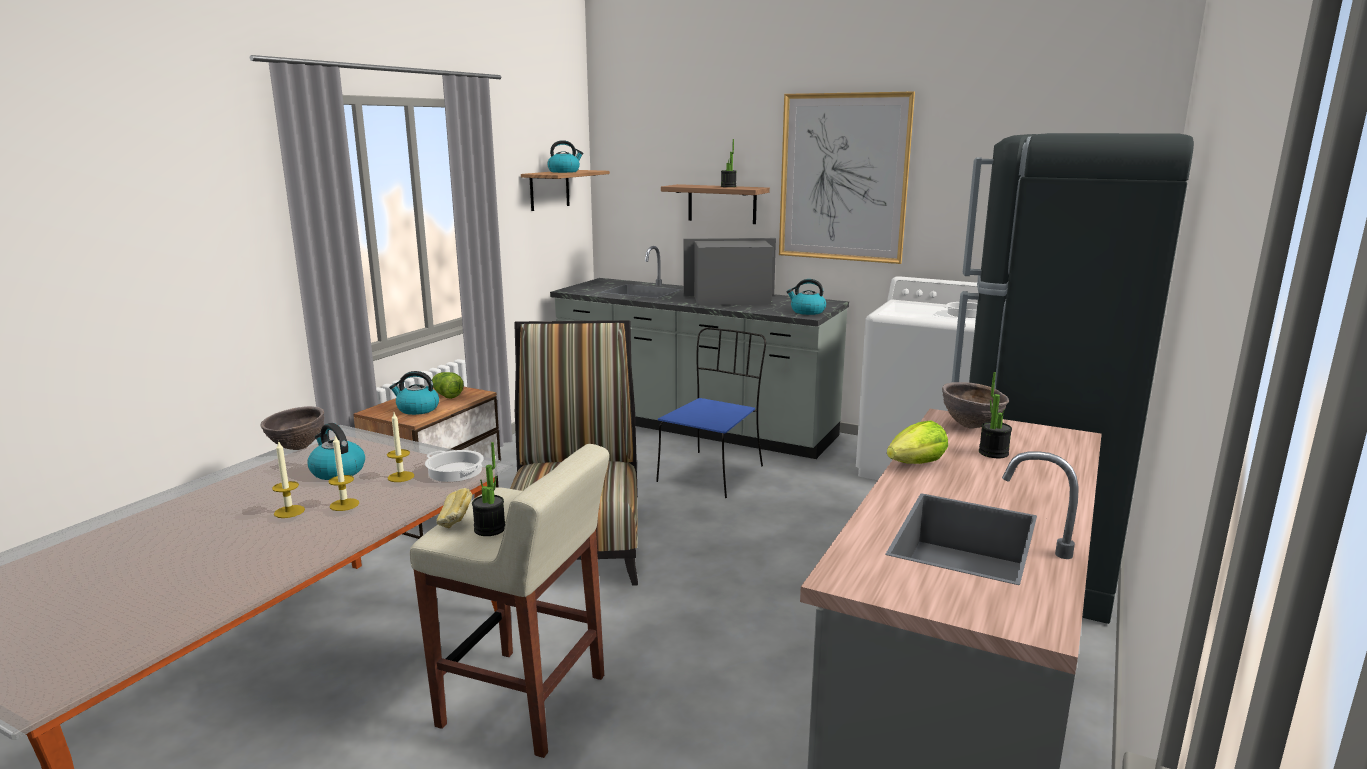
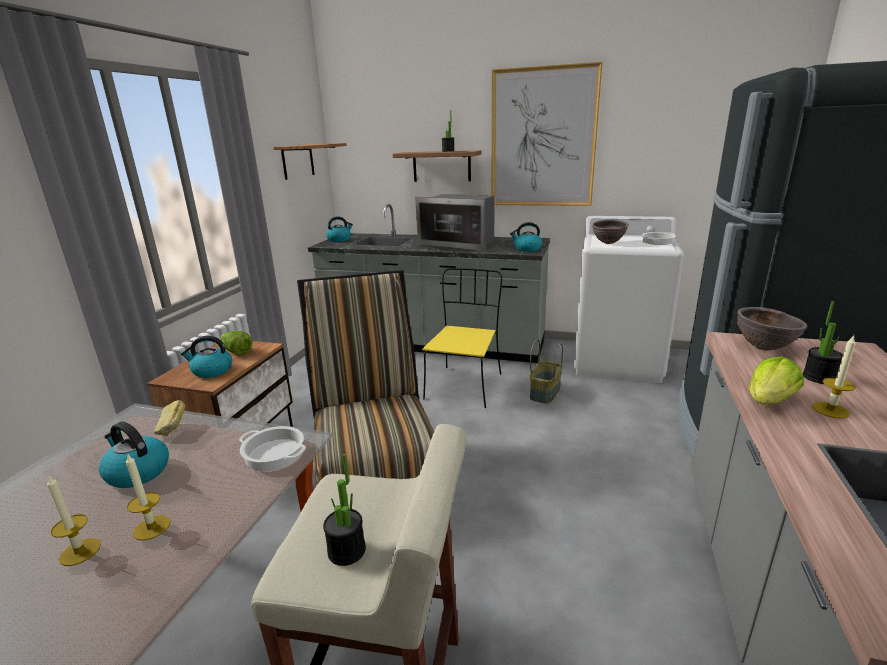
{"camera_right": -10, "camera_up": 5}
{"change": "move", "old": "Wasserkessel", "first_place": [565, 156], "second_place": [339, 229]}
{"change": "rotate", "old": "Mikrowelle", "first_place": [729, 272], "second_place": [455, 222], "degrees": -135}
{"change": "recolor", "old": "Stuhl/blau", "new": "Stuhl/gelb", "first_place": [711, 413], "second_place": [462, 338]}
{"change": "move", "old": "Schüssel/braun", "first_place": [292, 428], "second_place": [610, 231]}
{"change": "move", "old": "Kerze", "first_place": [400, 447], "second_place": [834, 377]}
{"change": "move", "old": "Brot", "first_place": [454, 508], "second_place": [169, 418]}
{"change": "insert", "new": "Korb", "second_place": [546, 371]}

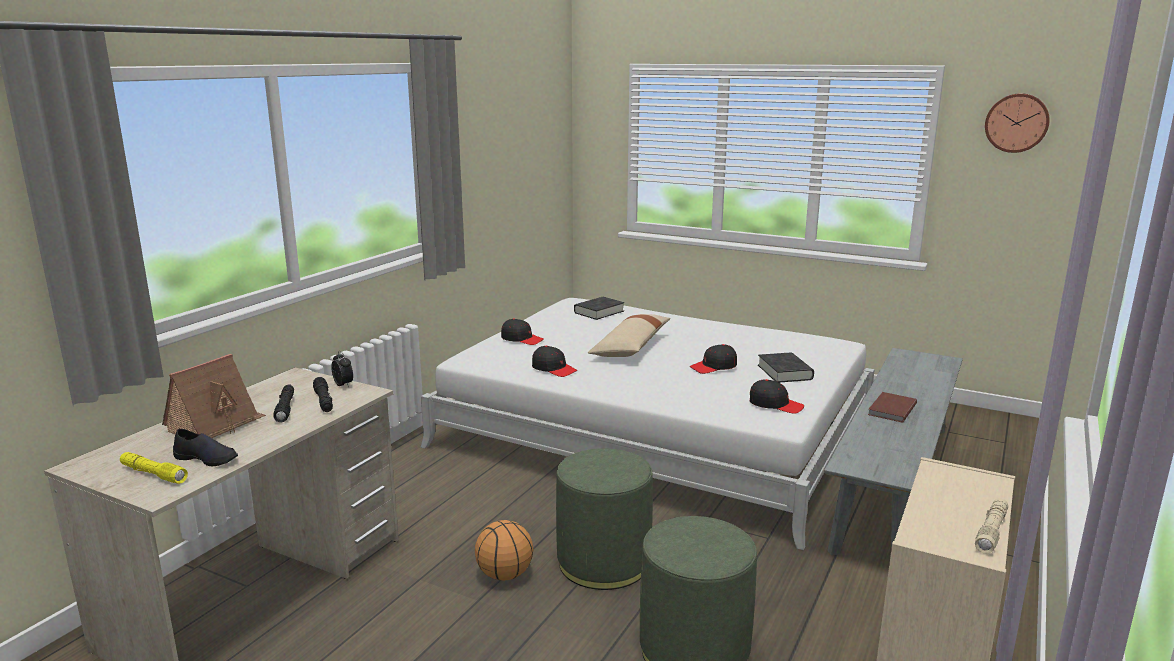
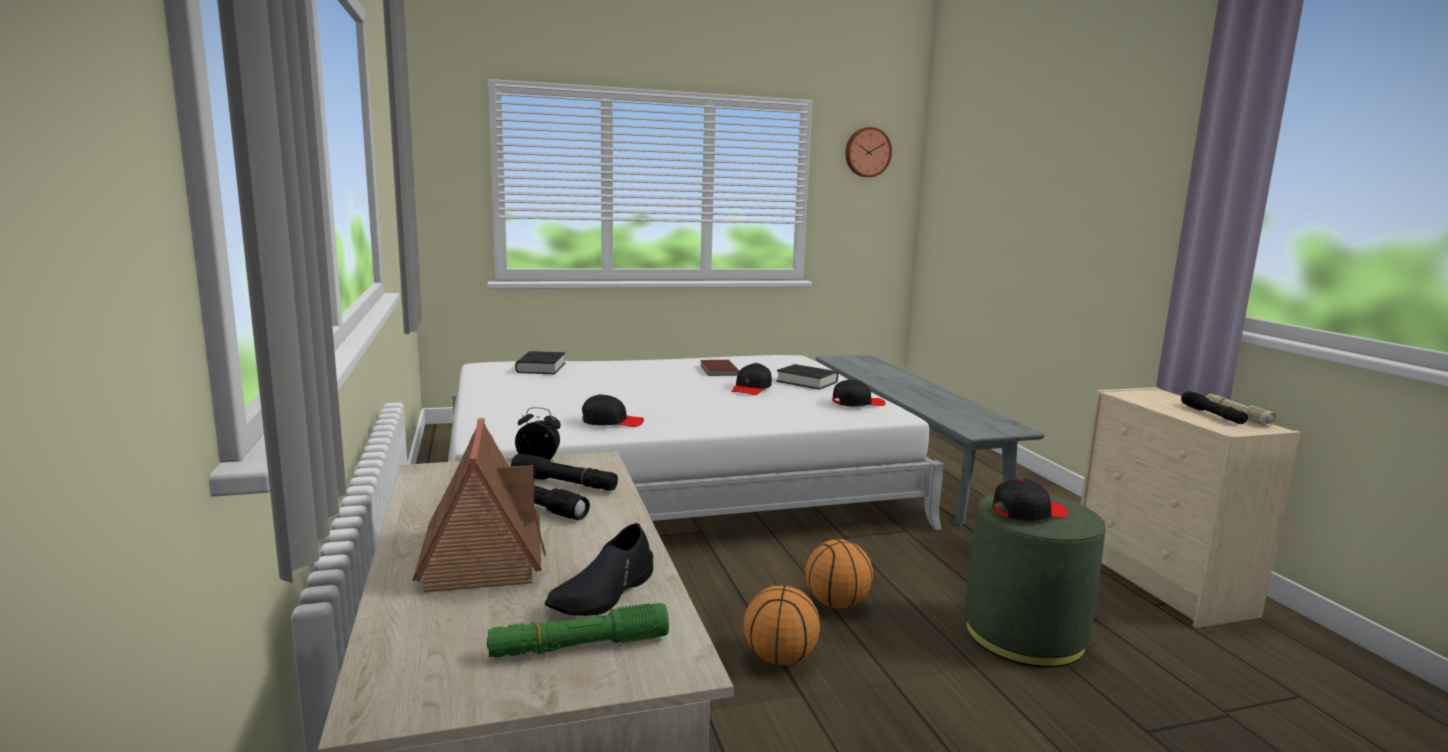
{"camera_right": -45, "camera_up": -5}
{"change": "delete", "old": "Kissen/beige", "first_place": [629, 335]}
{"change": "move", "old": "Kappe/schwarz", "first_place": [522, 331], "second_place": [1030, 500]}
{"change": "move", "old": "Buch/braun", "first_place": [892, 407], "second_place": [719, 368]}
{"change": "rotate", "old": "Schuh/schwarz", "first_place": [205, 447], "second_place": [599, 569], "degrees": 150}
{"change": "replace", "old": "Polsterhocker/grün", "new": "Basketball", "first_place": [604, 519], "second_place": [839, 573]}
{"change": "recolor", "old": "Taschenlampe/gelb", "new": "Taschenlampe/grün", "first_place": [154, 468], "second_place": [578, 630]}
{"change": "insert", "new": "Taschenlampe/schwarz", "second_place": [1214, 407]}

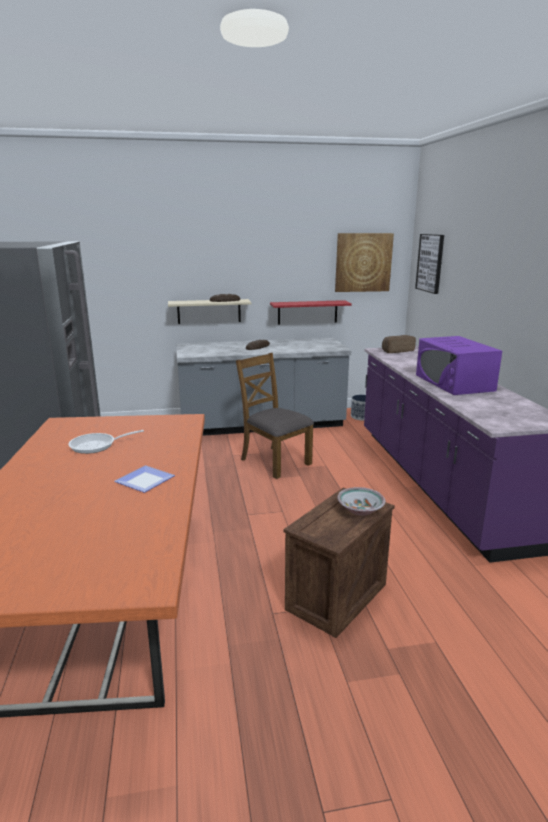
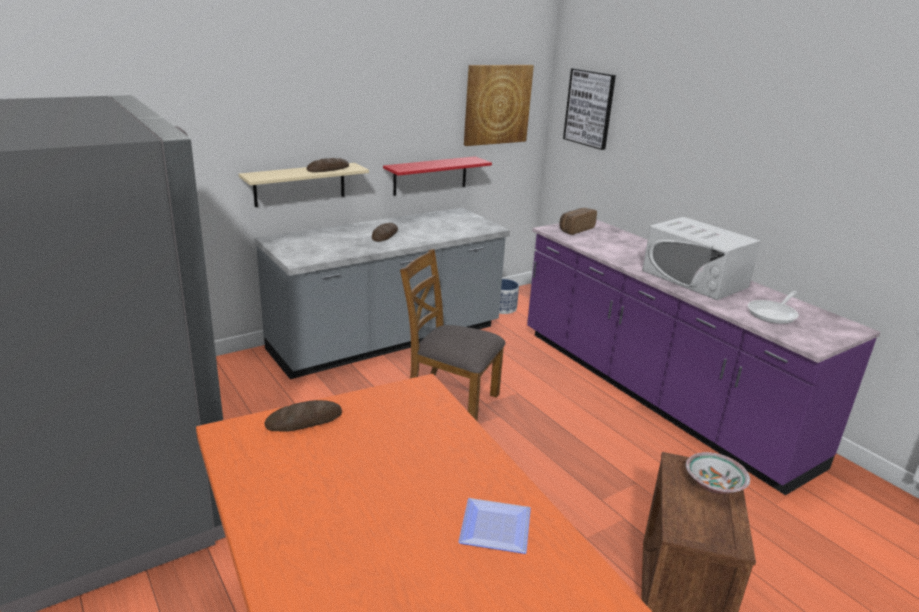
{"camera_right": -25, "camera_up": 5}
{"change": "recolor", "old": "Mikrowelle/lila", "new": "Mikrowelle/weiß", "first_place": [459, 365], "second_place": [701, 258]}
{"change": "move", "old": "Pfanne", "first_place": [106, 442], "second_place": [773, 307]}
{"change": "insert", "new": "Brot", "second_place": [303, 416]}

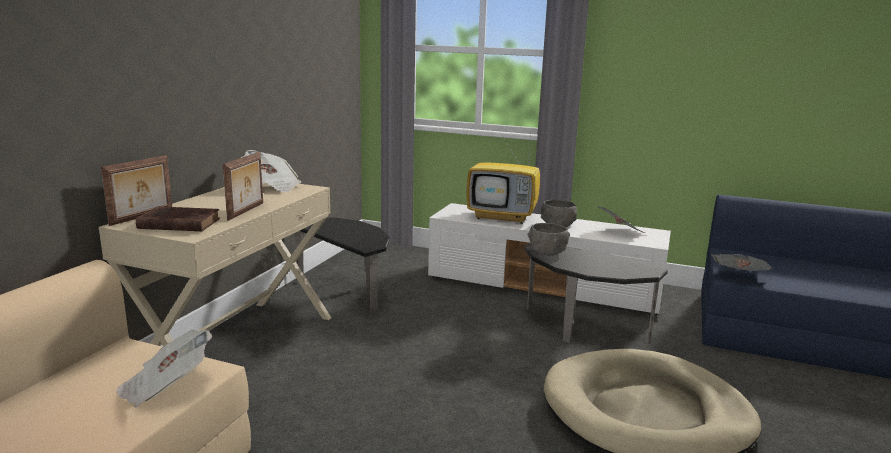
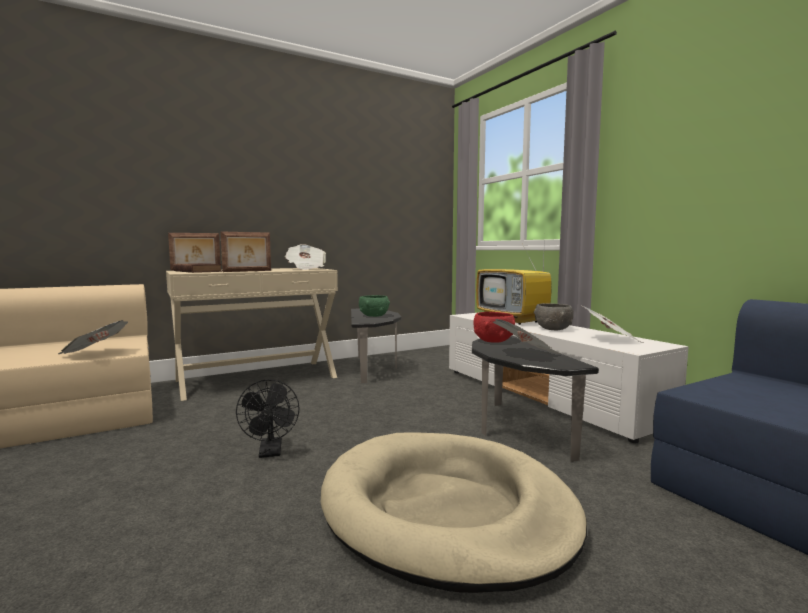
{"camera_right": 40, "camera_up": -10}
{"change": "recolor", "old": "Schüssel/grau", "new": "Schüssel/rot", "first_place": [549, 239], "second_place": [494, 327]}
{"change": "move", "old": "Zeitung", "first_place": [742, 262], "second_place": [527, 336]}
{"change": "insert", "new": "Schüssel/grün", "second_place": [374, 306]}
{"change": "insert", "new": "Ventilator/schwarz", "second_place": [267, 418]}

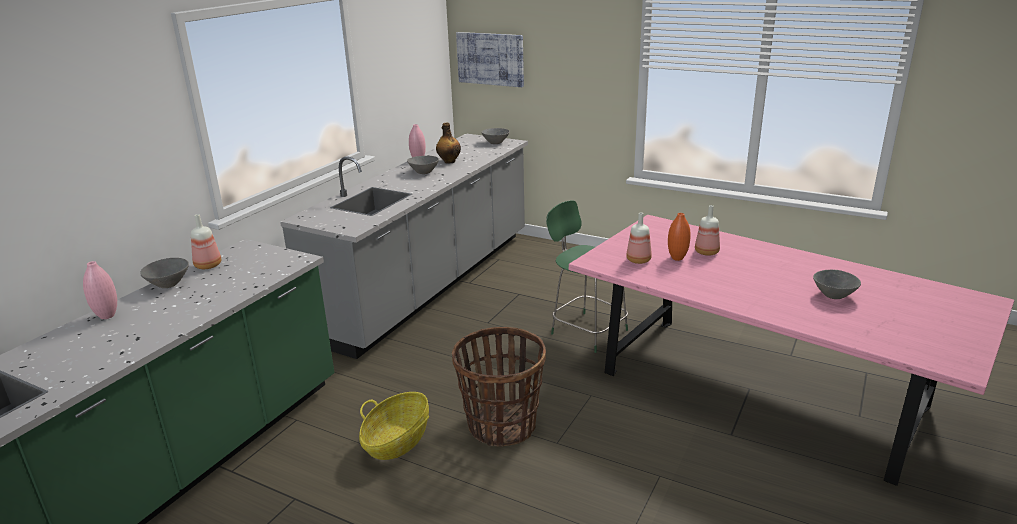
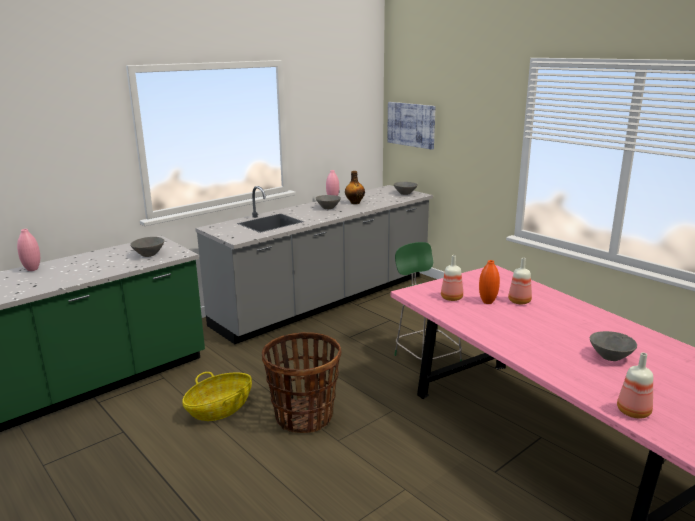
{"camera_right": 20, "camera_up": -5}
{"change": "move", "old": "Flasche", "first_place": [206, 241], "second_place": [635, 386]}
{"change": "move", "old": "Schüssel/grau", "first_place": [164, 273], "second_place": [147, 247]}

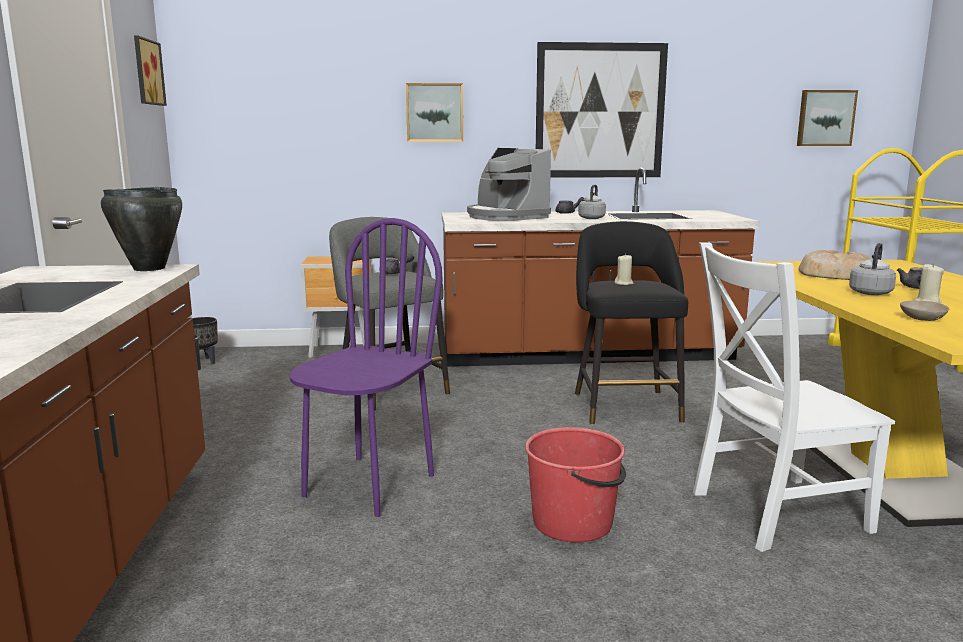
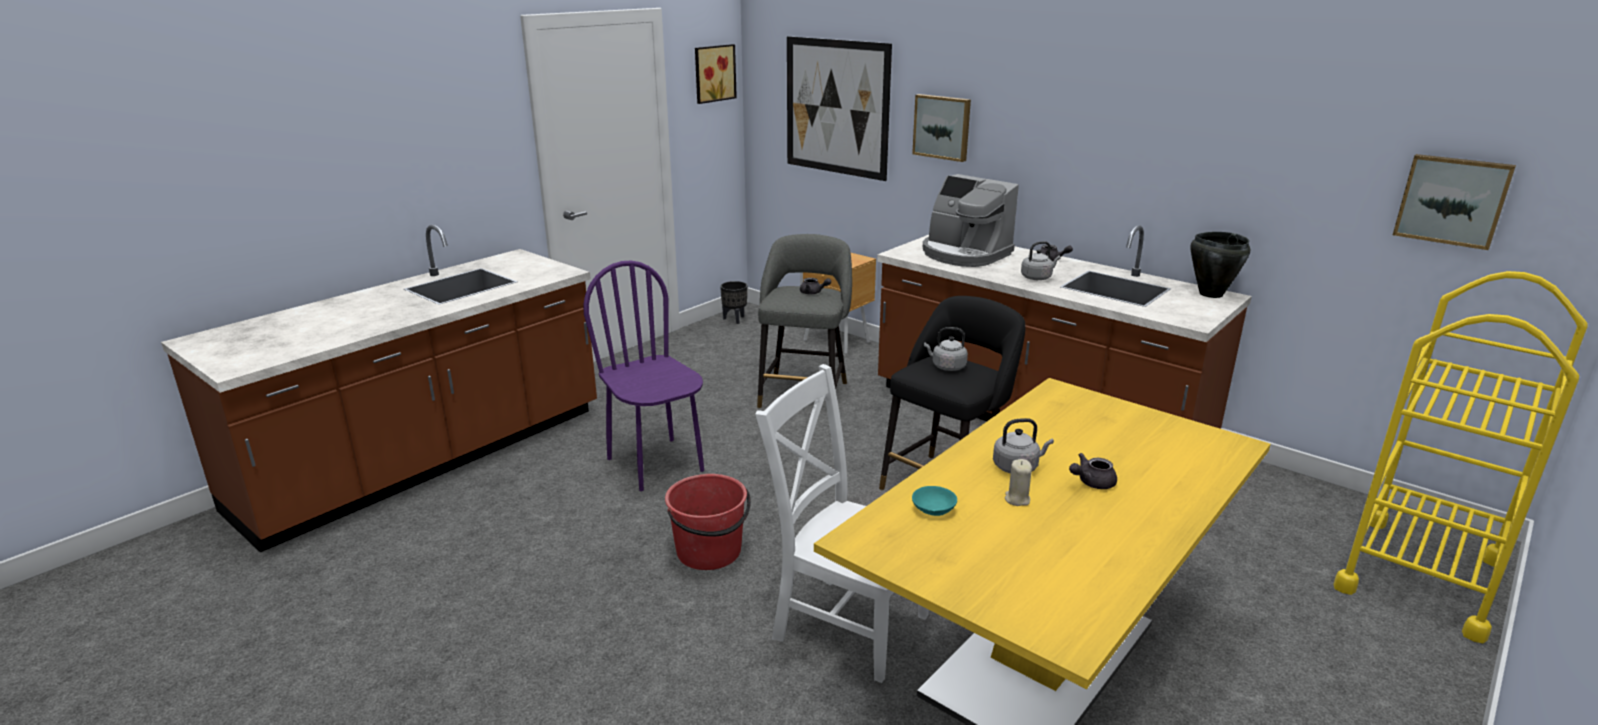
{"camera_right": 45, "camera_up": 10}
{"change": "move", "old": "Bild", "first_place": [602, 110], "second_place": [839, 108]}
{"change": "rotate", "old": "Kaffeemaschine", "first_place": [509, 184], "second_place": [971, 220], "degrees": -60}
{"change": "move", "old": "Kochtopf/schwarz", "first_place": [141, 229], "second_place": [1220, 265]}
{"change": "rotate", "old": "Stuhl/lila", "first_place": [366, 367], "second_place": [643, 375], "degrees": -105}
{"change": "delete", "old": "Brot", "first_place": [835, 265]}
{"change": "replace", "old": "Kerze/beige", "new": "Wasserkessel/grau", "first_place": [624, 269], "second_place": [946, 349]}
{"change": "recolor", "old": "Schüssel/beige", "new": "Schüssel/türkis", "first_place": [924, 311], "second_place": [934, 501]}

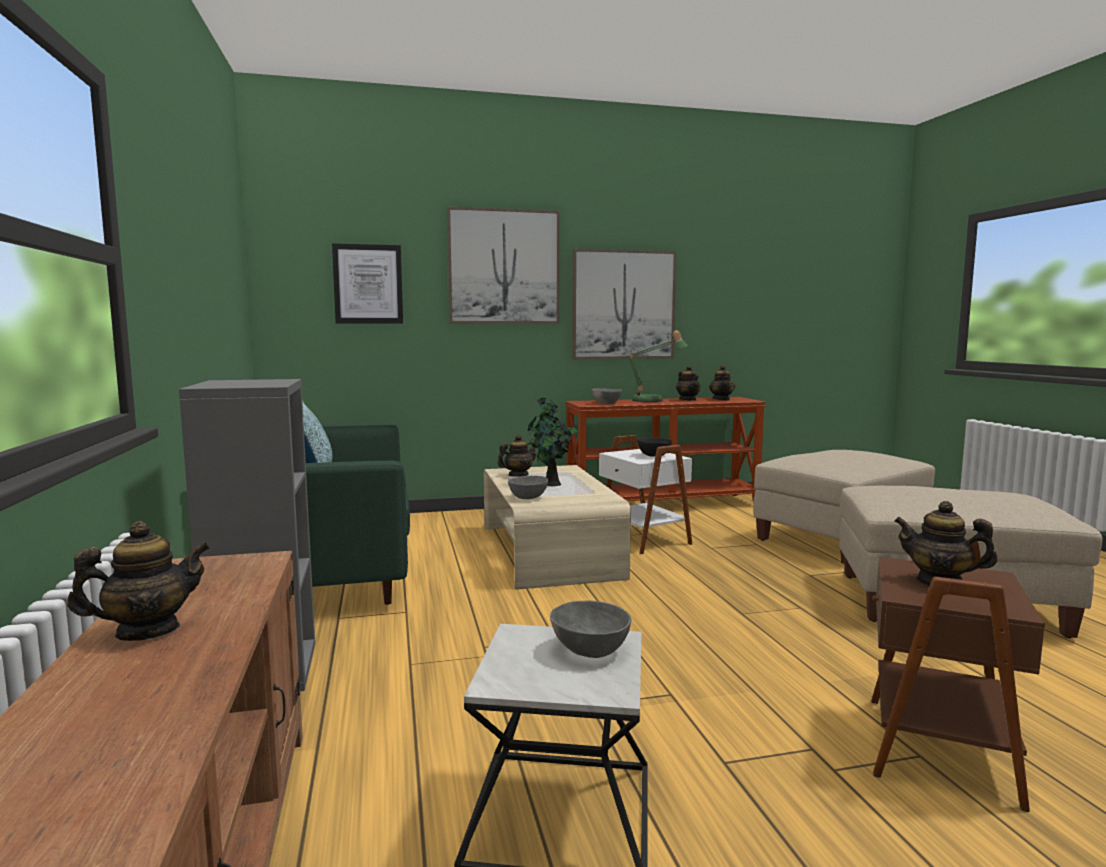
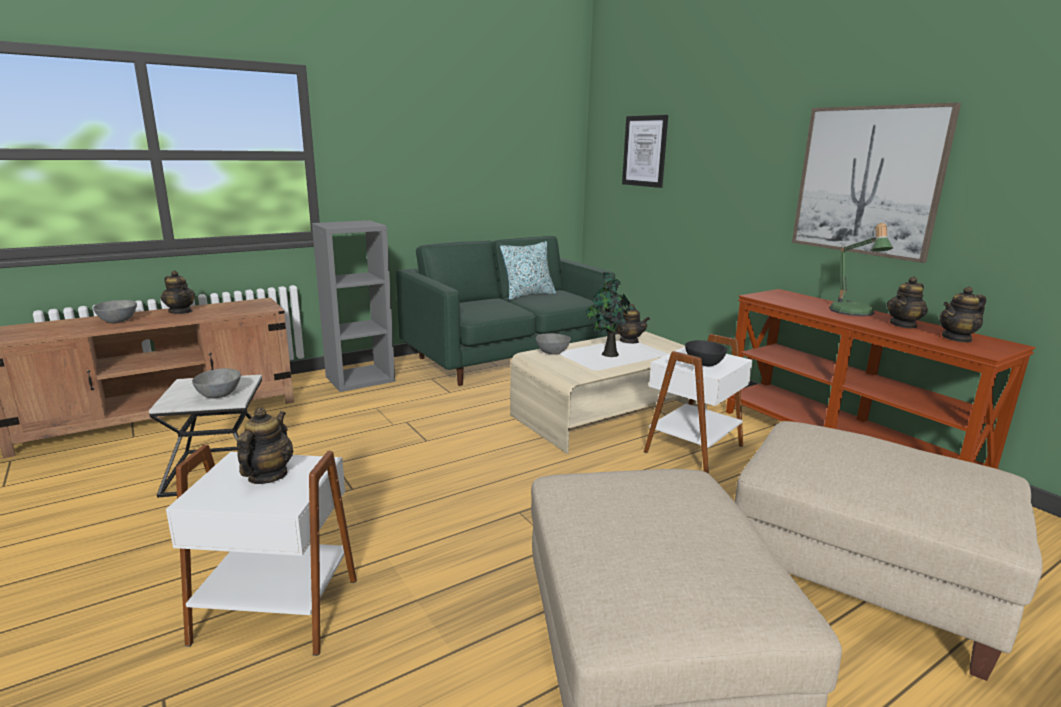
{"camera_right": 70, "camera_up": 10}
{"change": "delete", "old": "Bild", "first_place": [503, 265]}
{"change": "move", "old": "Schüssel/grau", "first_place": [606, 396], "second_place": [115, 311]}
{"change": "recolor", "old": "Beistelltisch/braun", "new": "Beistelltisch/weiß", "first_place": [958, 675], "second_place": [261, 550]}

